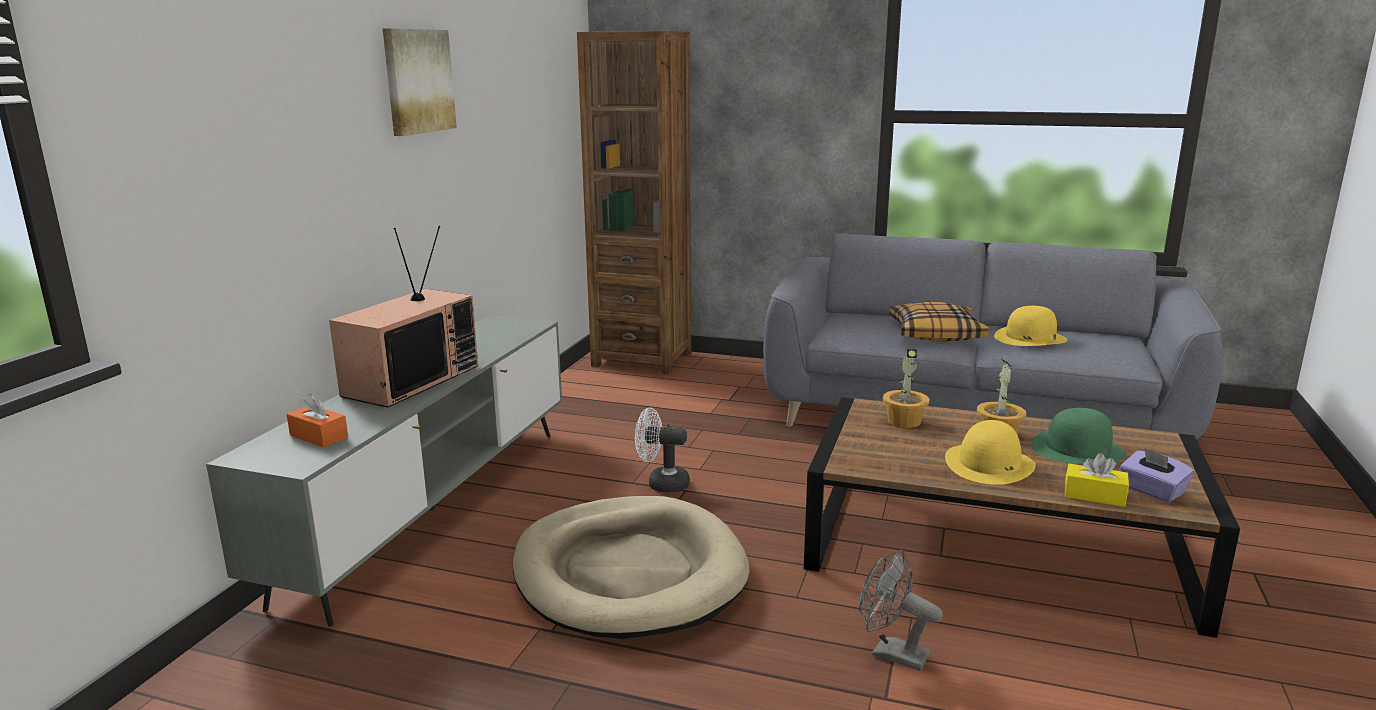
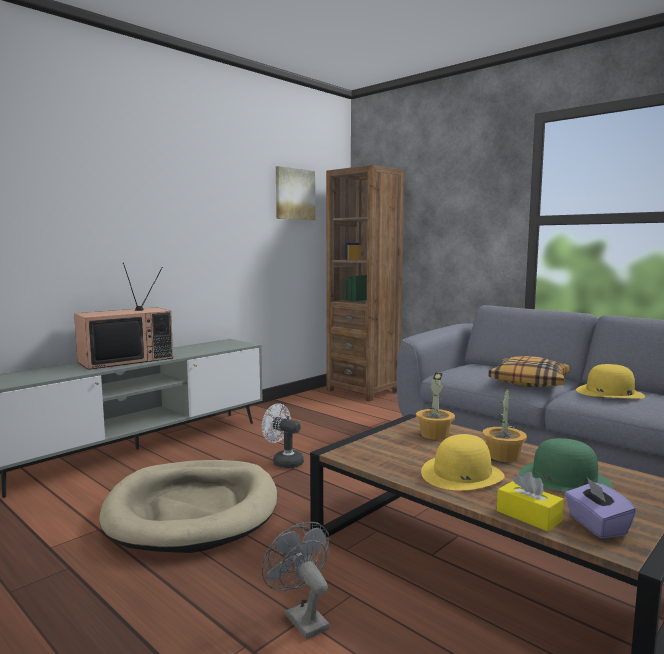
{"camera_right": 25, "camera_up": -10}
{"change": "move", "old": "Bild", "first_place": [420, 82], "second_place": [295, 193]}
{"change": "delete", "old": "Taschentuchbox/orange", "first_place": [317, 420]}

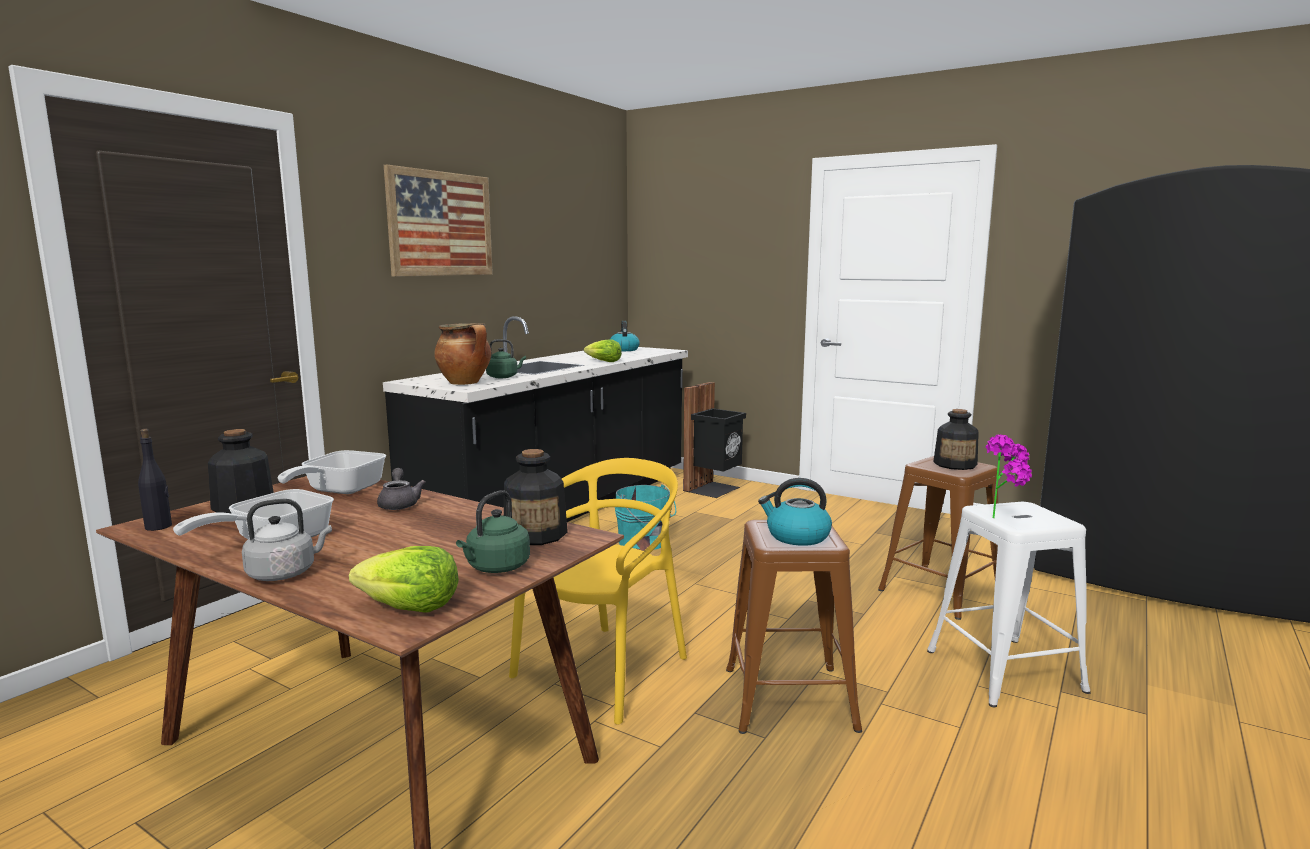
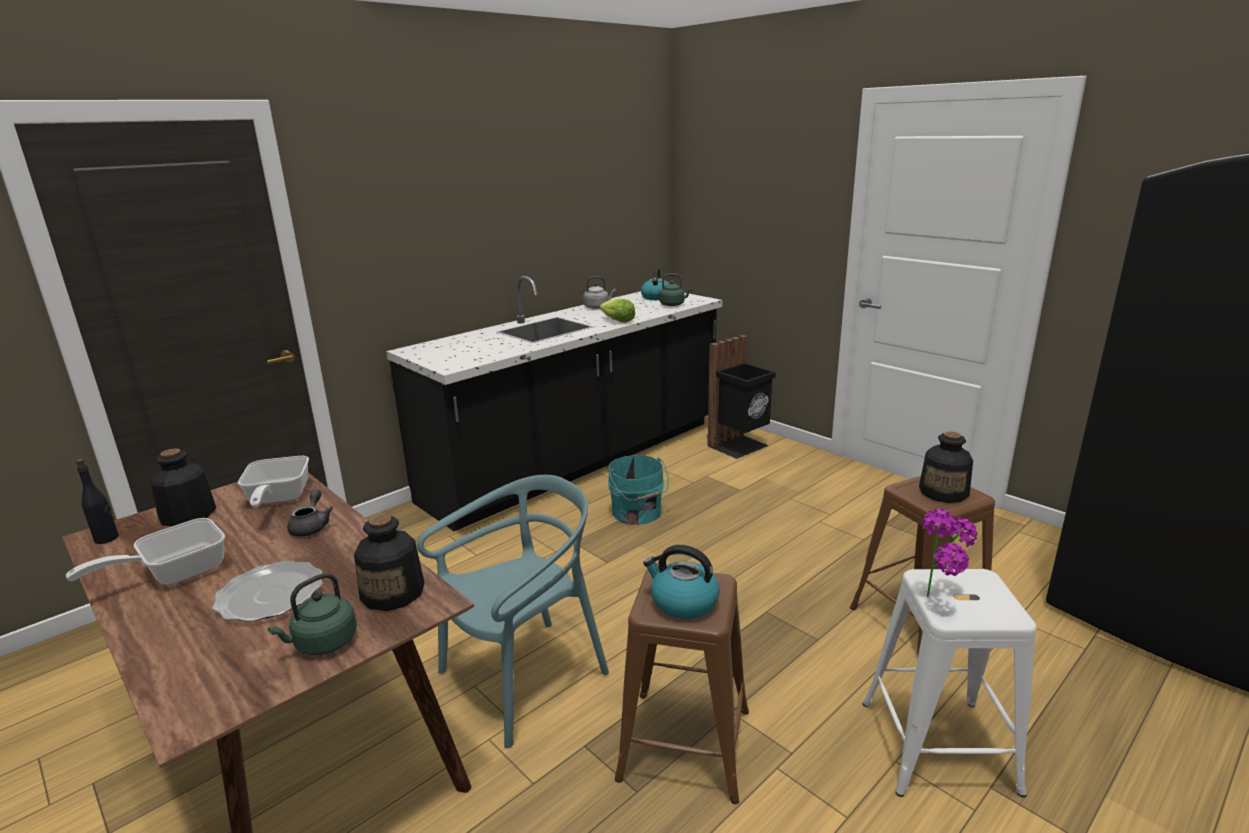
{"camera_right": 15, "camera_up": 10}
{"change": "delete", "old": "Bild", "first_place": [438, 221]}
{"change": "delete", "old": "Kochtopf", "first_place": [462, 354]}
{"change": "move", "old": "Wasserkessel/grün", "first_place": [506, 358], "second_place": [675, 290]}
{"change": "rotate", "old": "Pfanne", "first_place": [331, 472], "second_place": [273, 482], "degrees": -45}
{"change": "recolor", "old": "Stuhl/gelb", "new": "Stuhl/türkis", "first_place": [598, 591], "second_place": [513, 611]}
{"change": "move", "old": "Wasserkessel/grau", "first_place": [287, 540], "second_place": [599, 292]}
{"change": "delete", "old": "Salatkopf", "first_place": [404, 579]}
{"change": "insert", "new": "Teller", "second_place": [267, 591]}

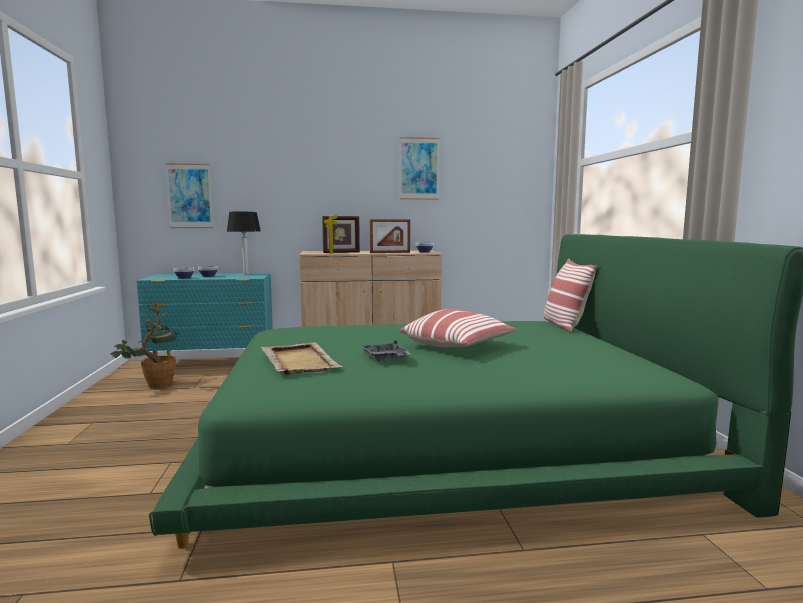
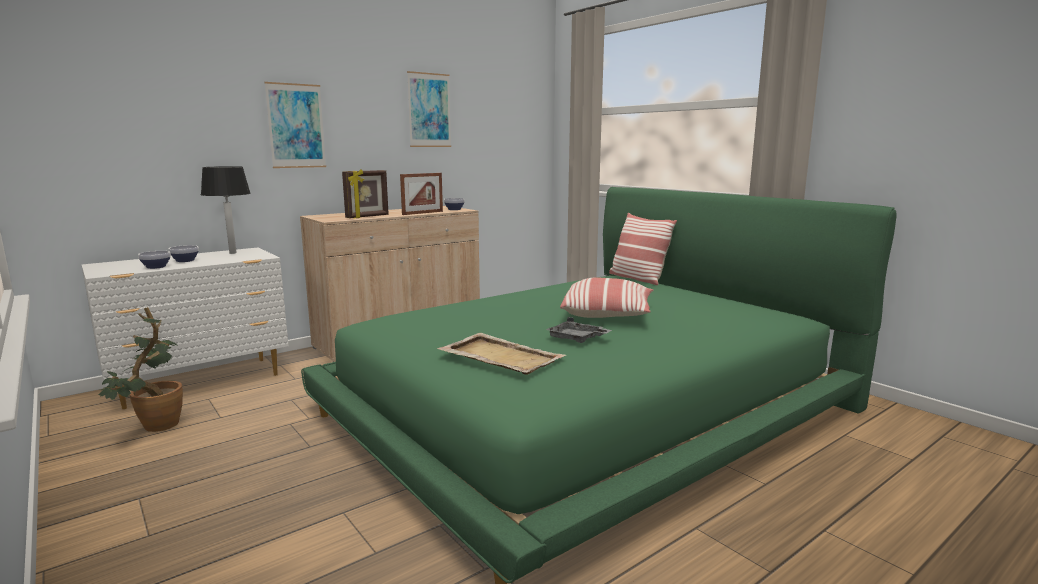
{"camera_right": -30, "camera_up": 5}
{"change": "move", "old": "Bild", "first_place": [189, 195], "second_place": [295, 125]}
{"change": "recolor", "old": "Kommode/türkis", "new": "Kommode/weiß", "first_place": [205, 314], "second_place": [185, 328]}

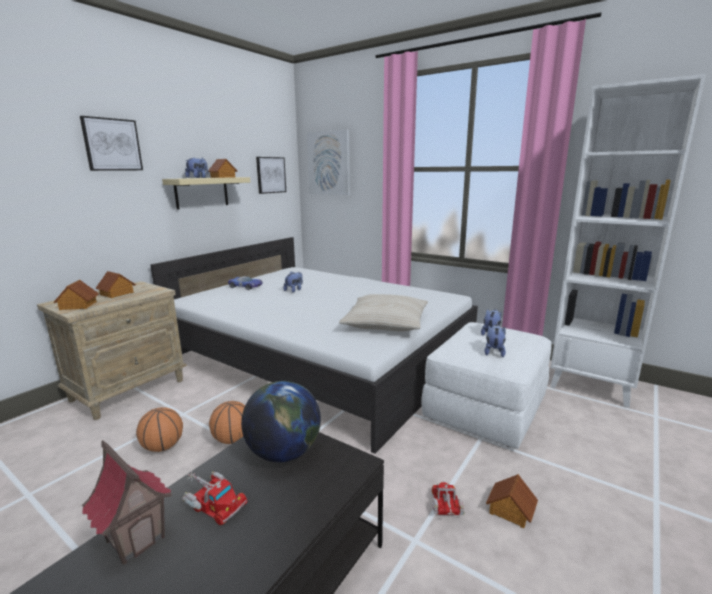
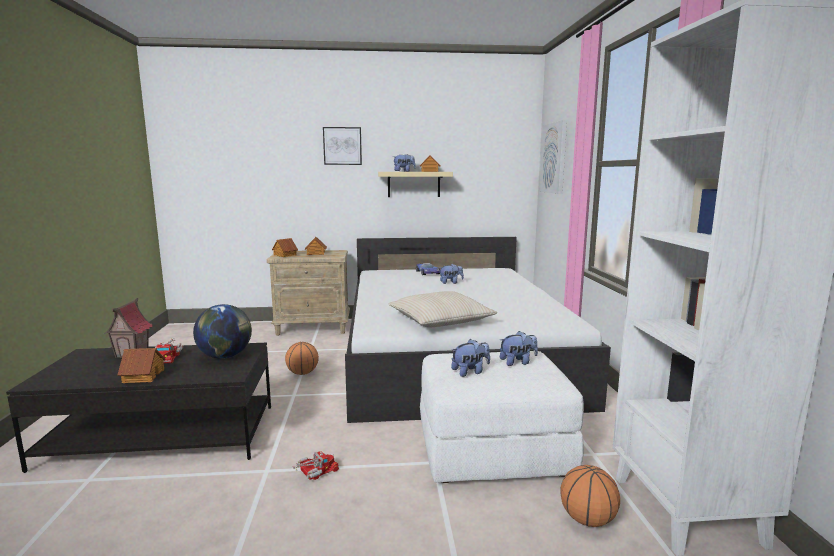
{"camera_right": 50, "camera_up": -5}
{"change": "delete", "old": "Bild", "first_place": [271, 175]}
{"change": "move", "old": "Basketball", "first_place": [159, 429], "second_place": [590, 496]}
{"change": "move", "old": "Spielzeughaus", "first_place": [512, 501], "second_place": [141, 365]}

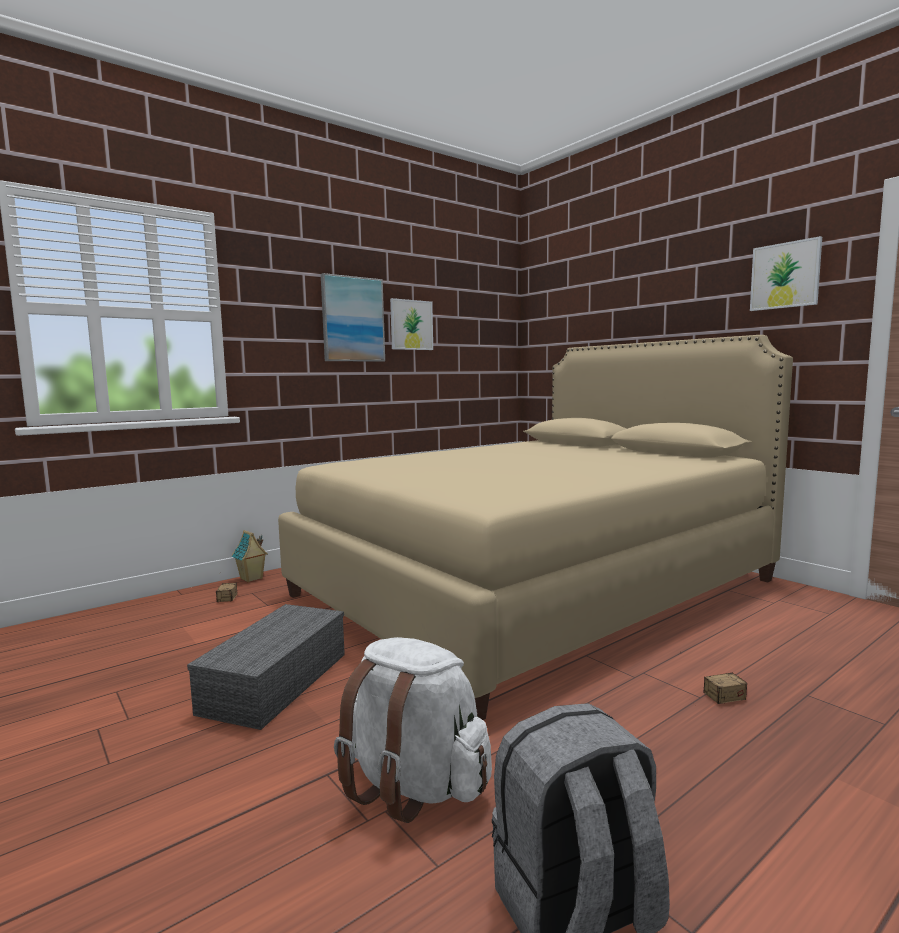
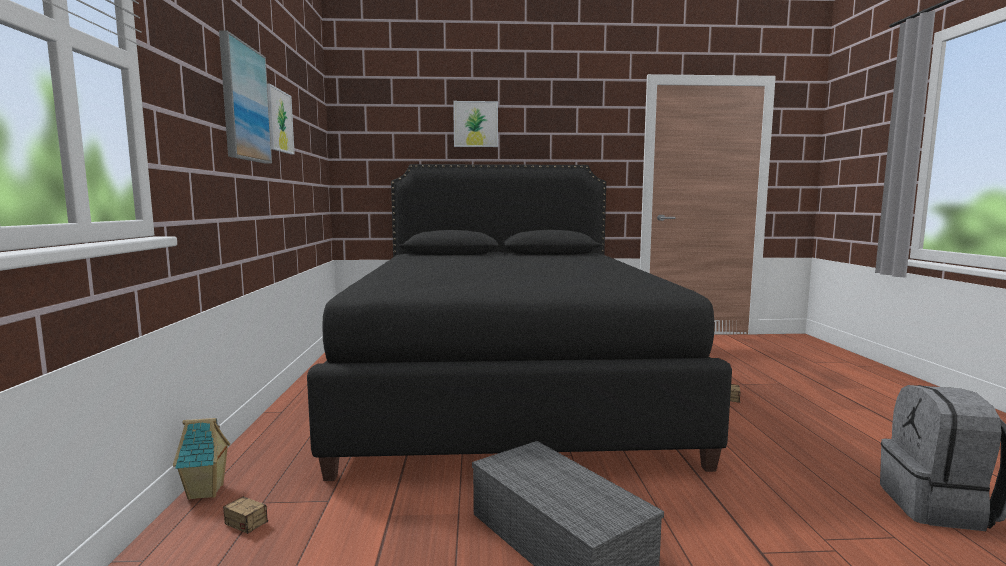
{"camera_right": -55, "camera_up": 0}
{"change": "move", "old": "Bild", "first_place": [786, 273], "second_place": [475, 124]}
{"change": "recolor", "old": "Bett/beige", "new": "Bett/schwarz", "first_place": [535, 527], "second_place": [519, 322]}
{"change": "delete", "old": "Rucksack/weiß", "first_place": [413, 730]}

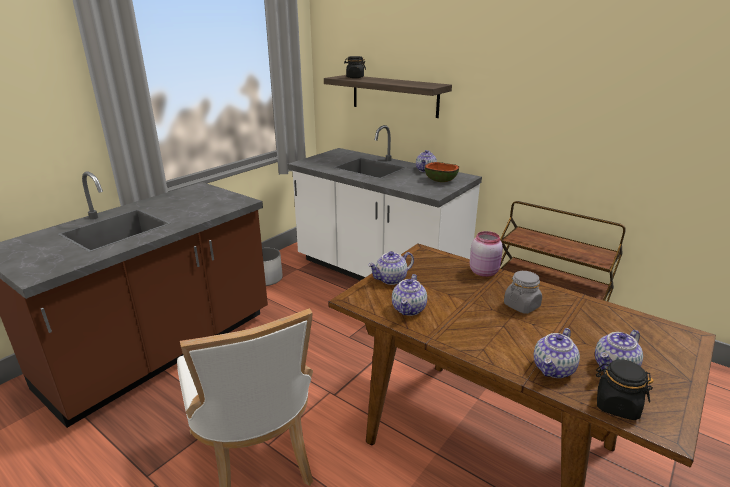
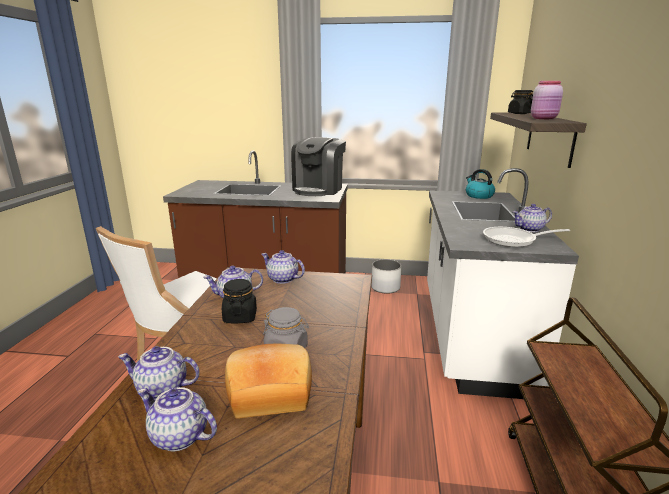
{"camera_right": 60, "camera_up": -5}
{"change": "replace", "old": "Schüssel", "new": "Pfanne", "first_place": [442, 172], "second_place": [526, 237]}
{"change": "move", "old": "Vorratsglas/rosa", "first_place": [486, 254], "second_place": [547, 100]}
{"change": "move", "old": "Vorratsglas/schwarz", "first_place": [625, 389], "second_place": [239, 301]}
{"change": "insert", "new": "Kaffeemaschine", "second_place": [318, 166]}
{"change": "insert", "new": "Wasserkessel", "second_place": [480, 184]}
{"change": "insert", "new": "Brot", "second_place": [268, 381]}

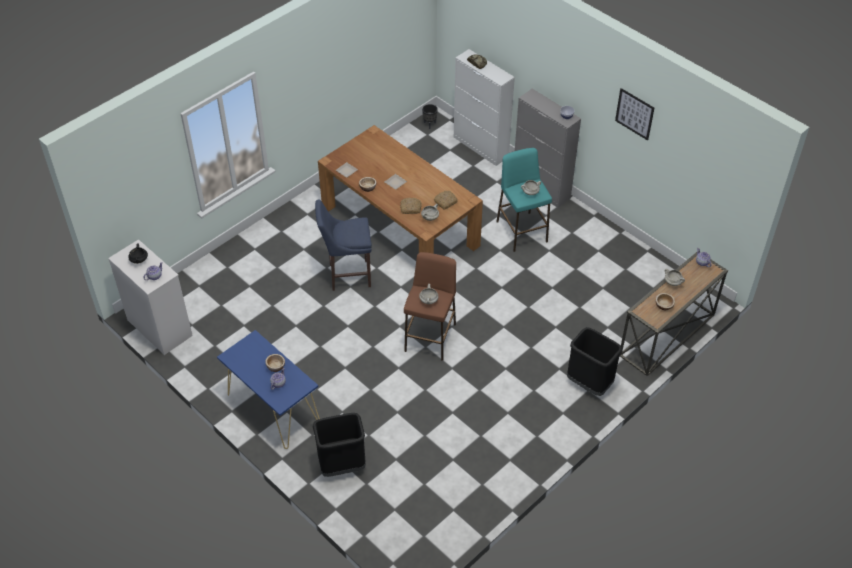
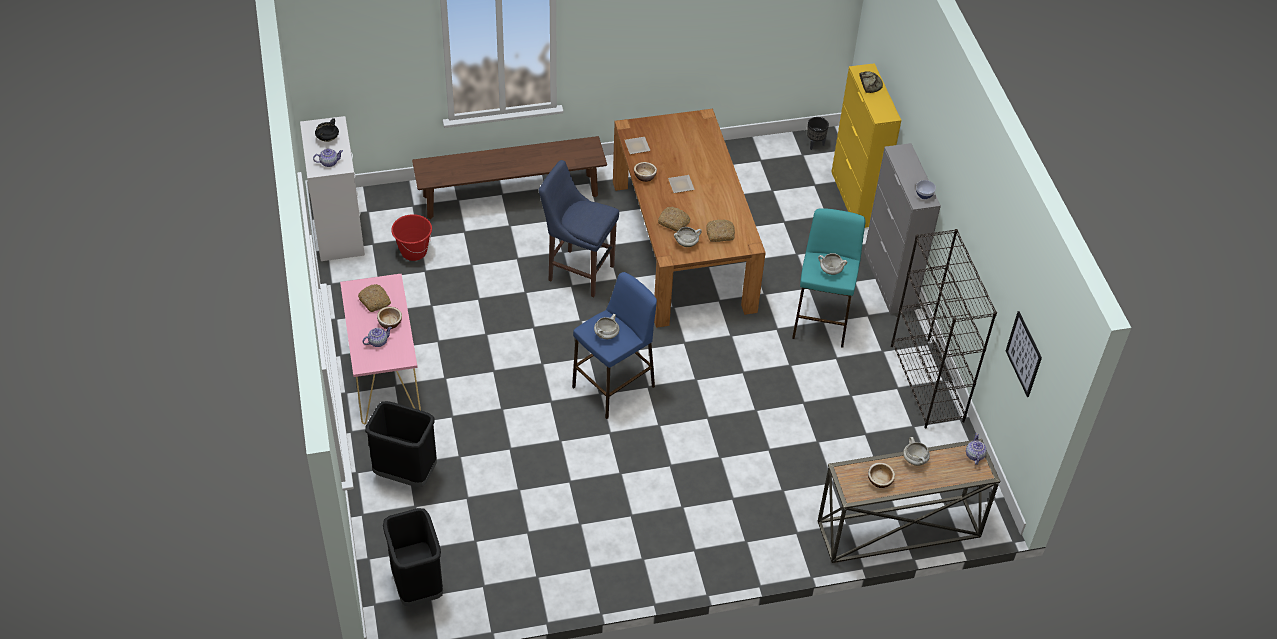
{"camera_right": 30, "camera_up": 0}
{"change": "recolor", "old": "Schrank/weiß", "new": "Schrank/gelb", "first_place": [484, 107], "second_place": [866, 145]}
{"change": "move", "old": "Bild", "first_place": [634, 114], "second_place": [1024, 354]}
{"change": "recolor", "old": "Hocker/braun", "new": "Hocker/blau", "first_place": [430, 306], "second_place": [614, 345]}
{"change": "move", "old": "Mülleimer/schwarz", "first_place": [594, 361], "second_place": [413, 557]}
{"change": "recolor", "old": "Konsolentisch/blau", "new": "Konsolentisch/rosa", "first_place": [268, 389], "second_place": [380, 349]}
{"change": "insert", "new": "Bank/braun", "second_place": [509, 177]}
{"change": "insert", "new": "Eimer/rot", "second_place": [411, 237]}
{"change": "insert", "new": "Bücherregal/schwarz", "second_place": [944, 329]}
{"change": "insert", "new": "Brot", "second_place": [374, 298]}

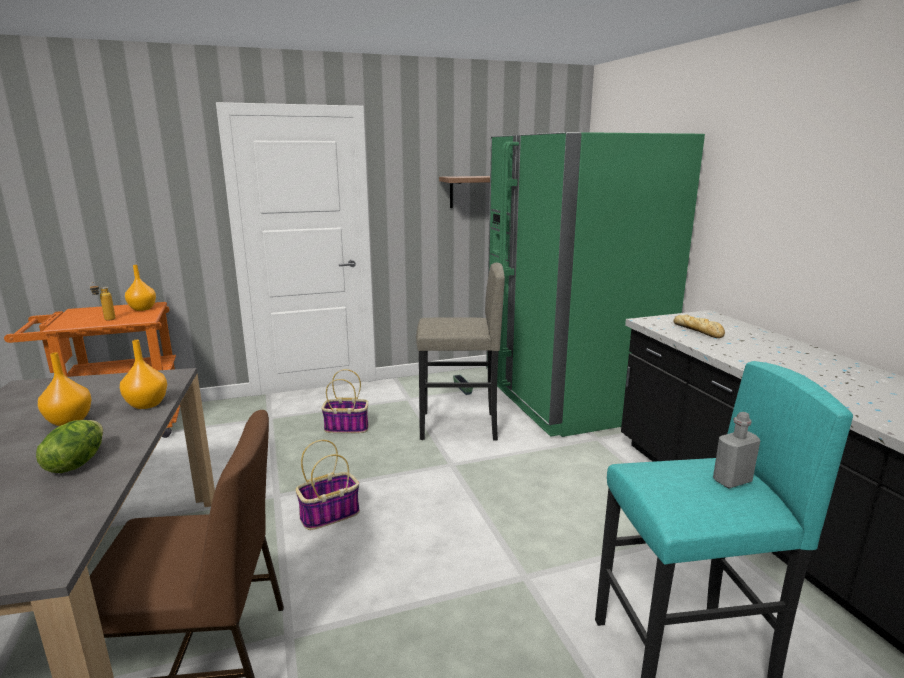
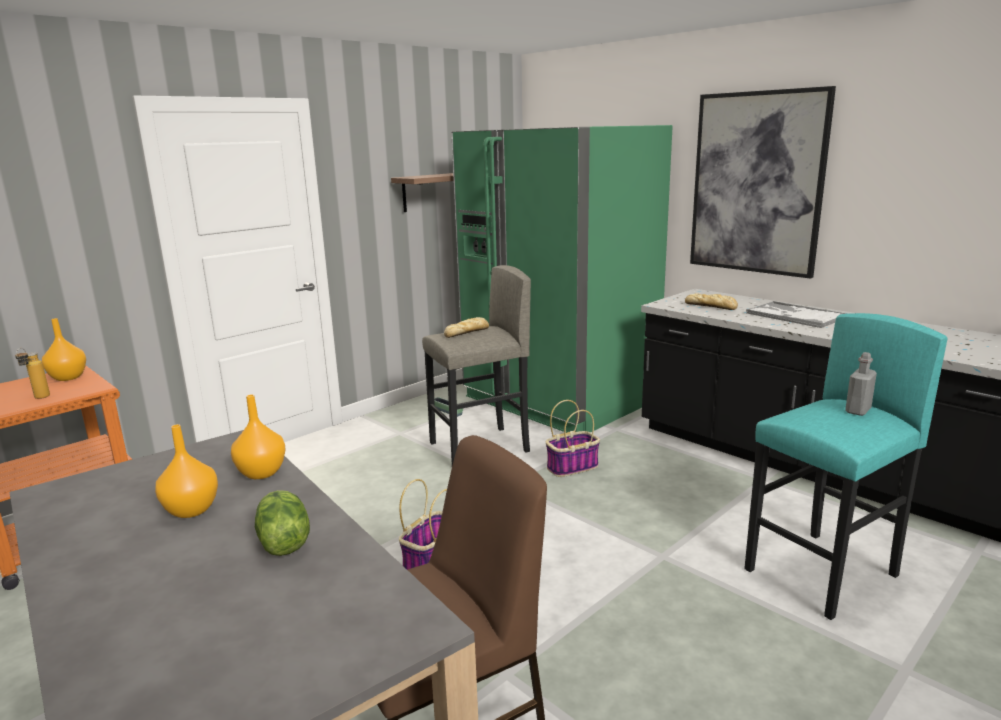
{"camera_right": -25, "camera_up": 0}
{"change": "move", "old": "Korb", "first_place": [344, 401], "second_place": [572, 438]}
{"change": "insert", "new": "Bild", "second_place": [763, 182]}
{"change": "insert", "new": "Tablett", "second_place": [796, 314]}
{"change": "insert", "new": "Brot", "second_place": [466, 327]}

